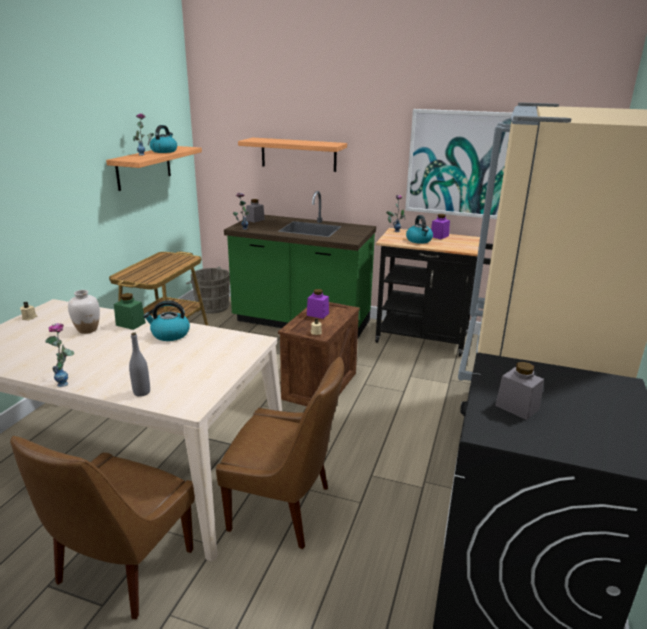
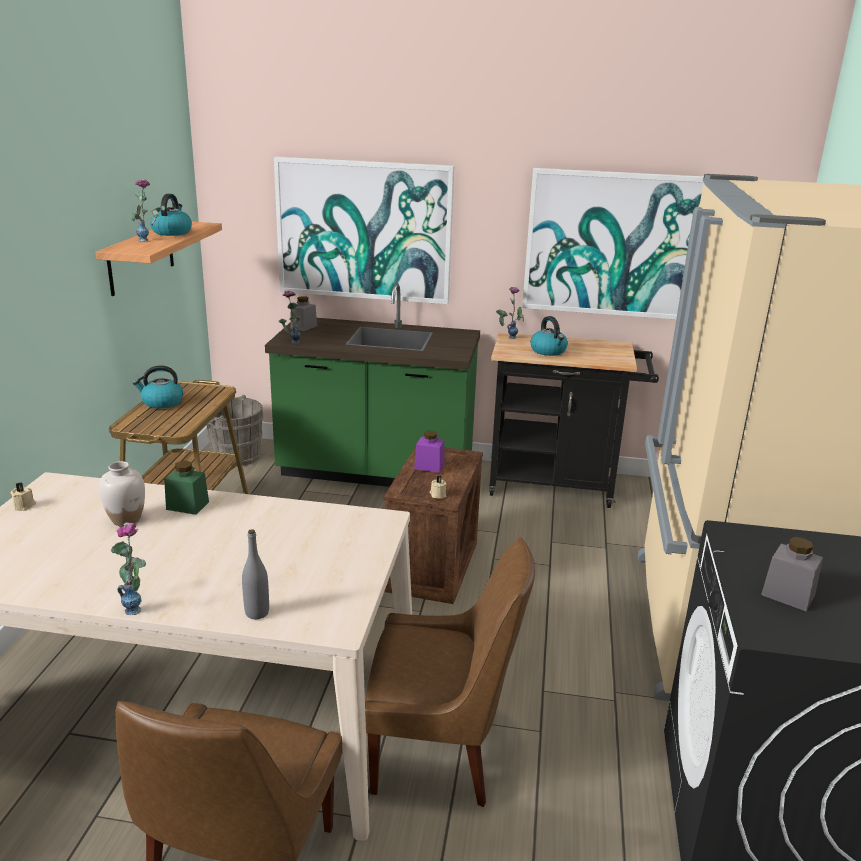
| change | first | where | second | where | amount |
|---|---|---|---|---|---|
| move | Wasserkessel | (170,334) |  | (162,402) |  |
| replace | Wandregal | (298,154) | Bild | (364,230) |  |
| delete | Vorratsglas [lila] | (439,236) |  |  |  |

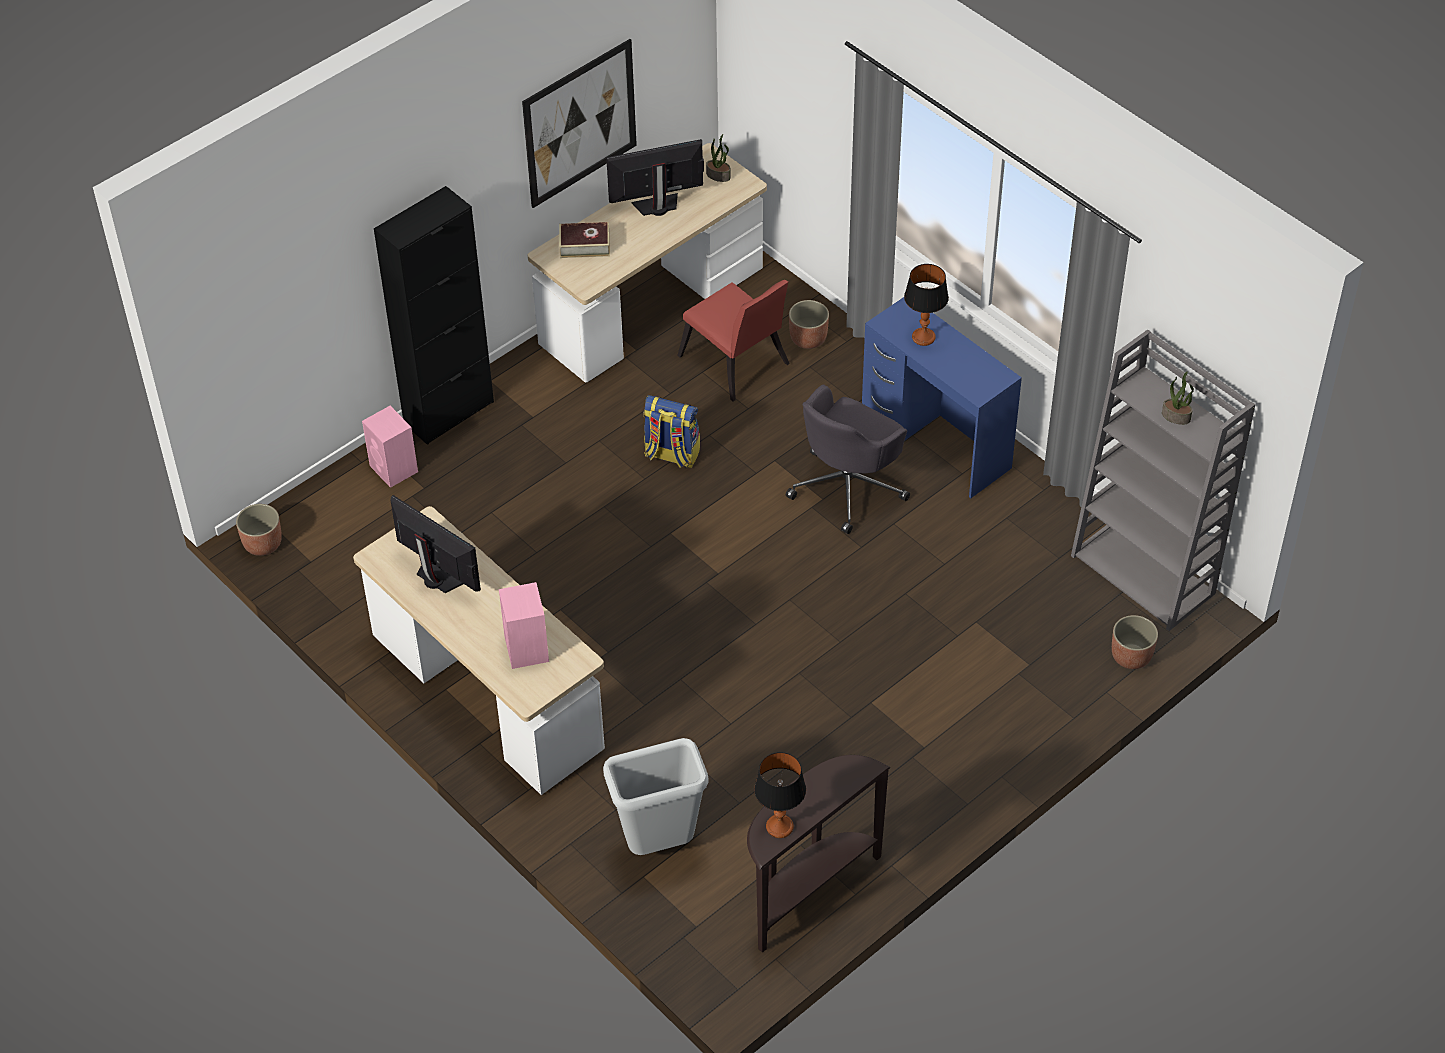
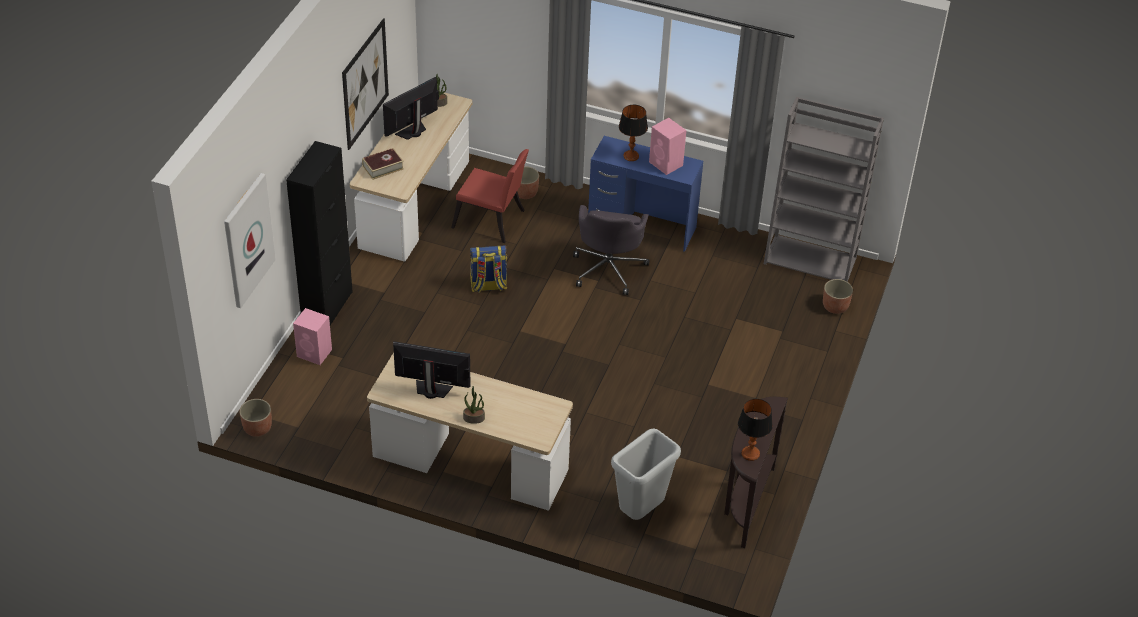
| change | first | where | second | where | amount |
|---|---|---|---|---|---|
| insert |  |  | Bild | (247,240) |  |
| move | Topfpflanze | (1176,416) |  | (474,418) |  |
| move | Lautsprecher [rosa] | (527,650) |  | (666,164) |  |

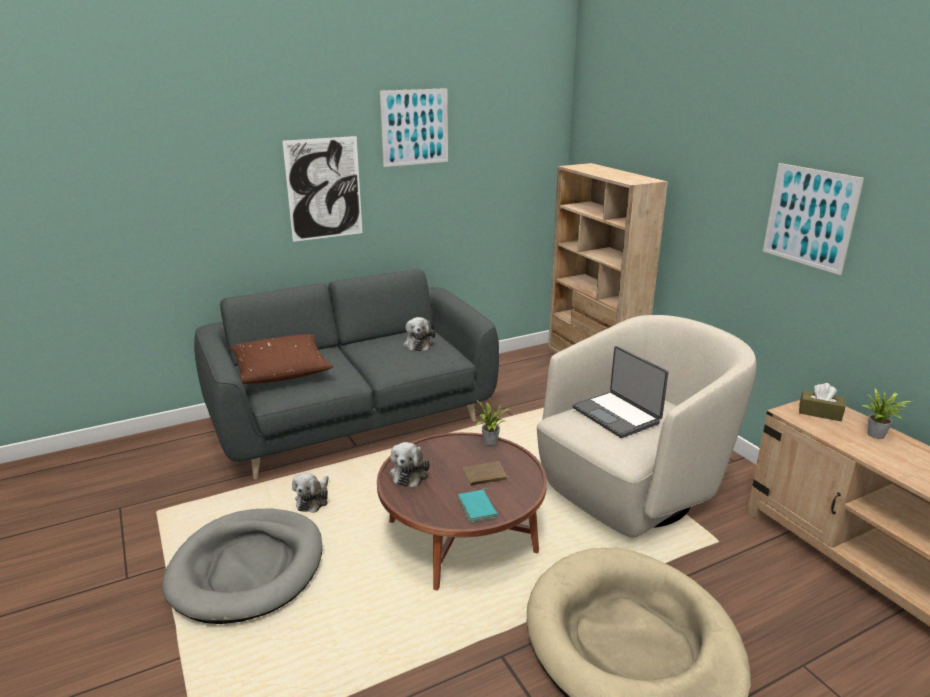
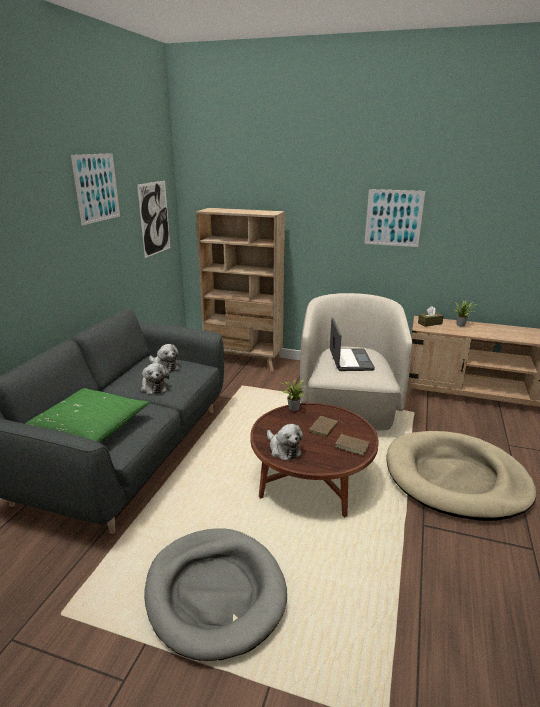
| change | first | where | second | where | amount |
|---|---|---|---|---|---|
| recolor | Kissen [braun] | (281,371) | Kissen [grün] | (90,427) |  |
| move | Bild | (324,189) |  | (154,218) |  |
| move | Plüschtier | (313,500) |  | (153,387) |  |
| rotate | Laptop | (617,415) |  | (349,360) | 105 degrees counterclockwise |
| recolor | Buch [türkis] | (478,507) | Buch [braun] | (352,445) |  |

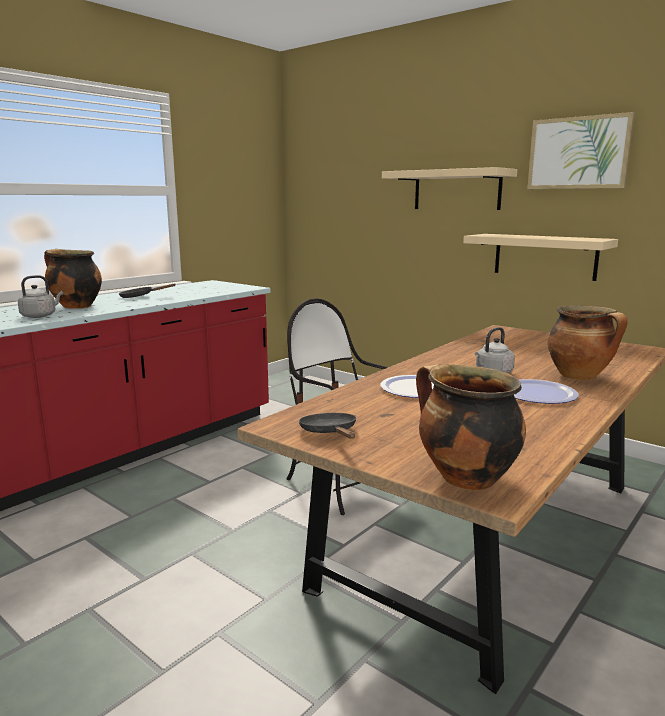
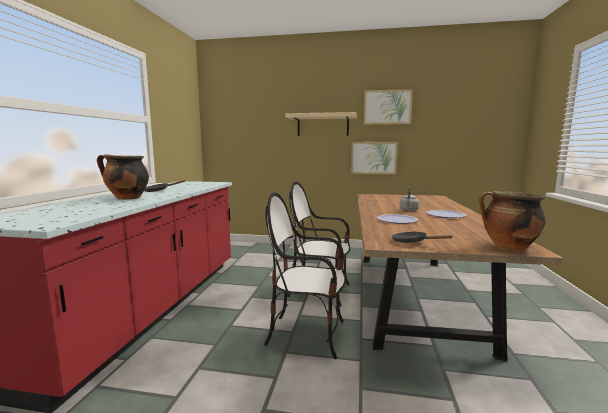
| change | first | where | second | where | amount |
|---|---|---|---|---|---|
| insert |  |  | Stuhl | (307,334) |  |
| replace | Wandregal [beige] | (544,256) | Bild | (373,158) |  |
| delete | Wasserkessel [grau] | (40,316) |  |  |  |
| delete | Kochtopf | (580,376) |  |  |  |

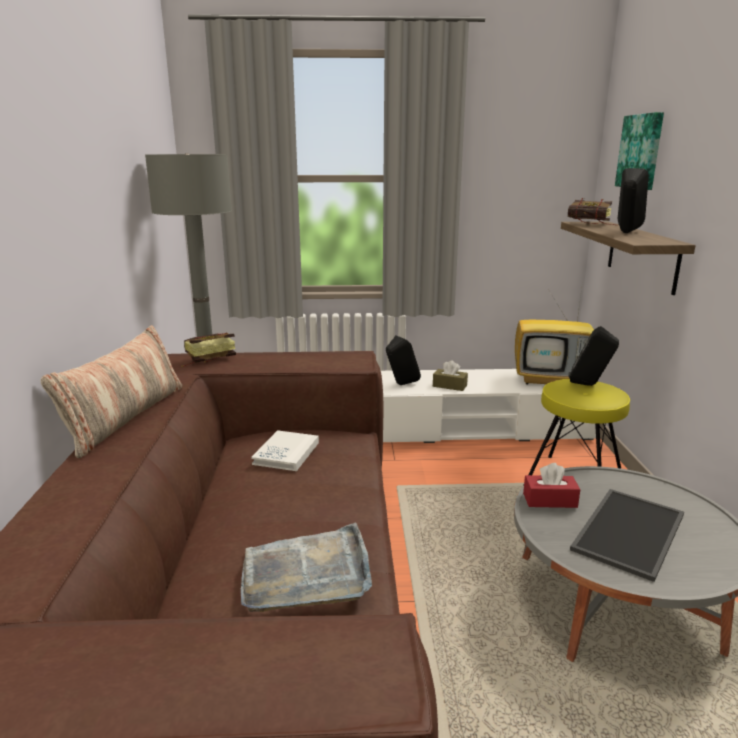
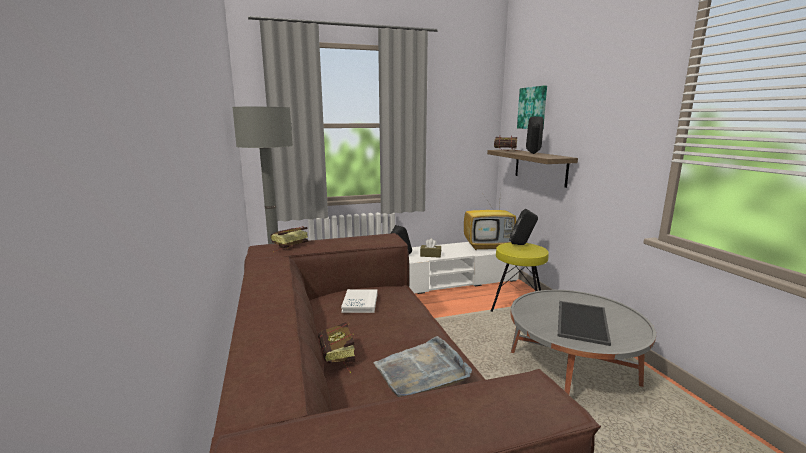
| change | first | where | second | where | amount |
|---|---|---|---|---|---|
| insert |  |  | Buch | (338,359) |  |
| delete | Kissen | (125,417) |  |  |  |
| delete | Taschentuchbox [rot] | (550,500) |  |  |  |

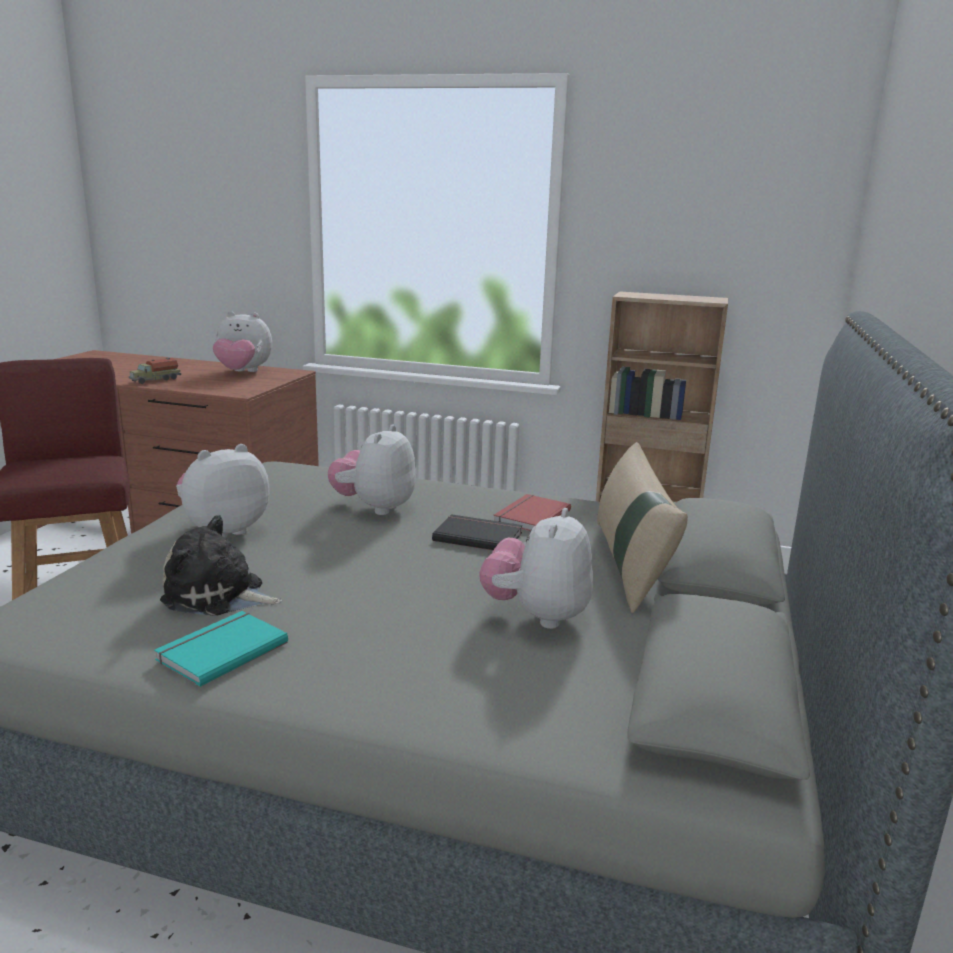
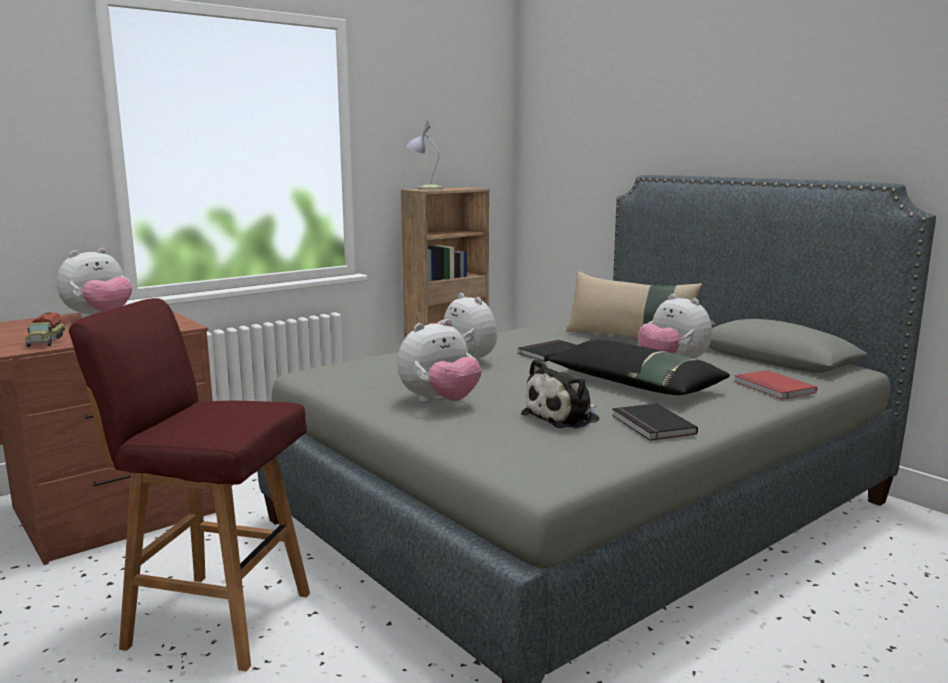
| change | first | where | second | where | amount |
|---|---|---|---|---|---|
| rotate | Plüschtier | (224,530) |  | (440,402) | 120 degrees counterclockwise |
| insert |  |  | Tischlampe | (424,189) |  |
| insert |  |  | Kissen [schwarz] | (634,384) |  |
| recolor | Buch [türkis] | (220,650) | Buch [schwarz] | (651,425) |  |
| move | Buch [rot] | (530,516) |  | (772,388) |  |

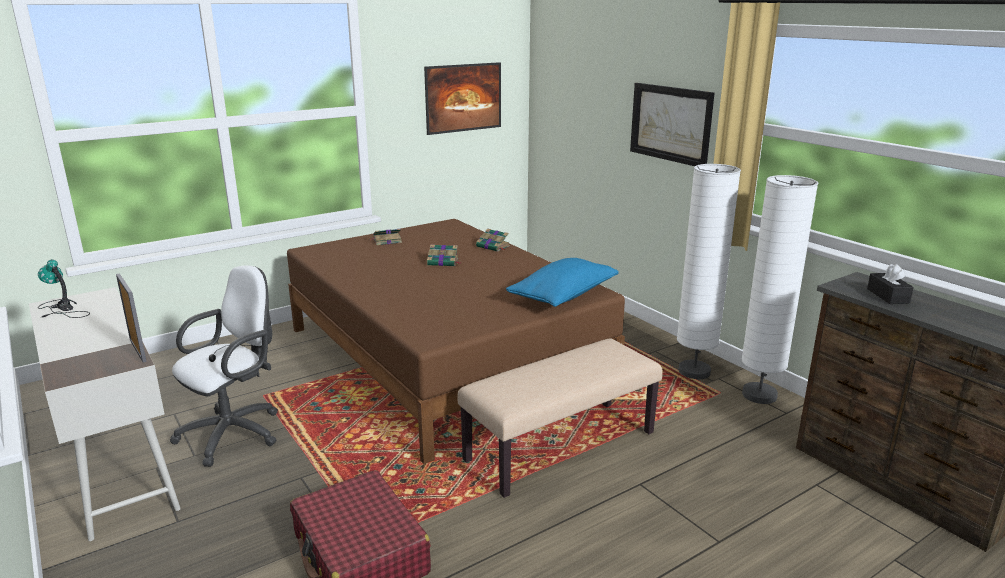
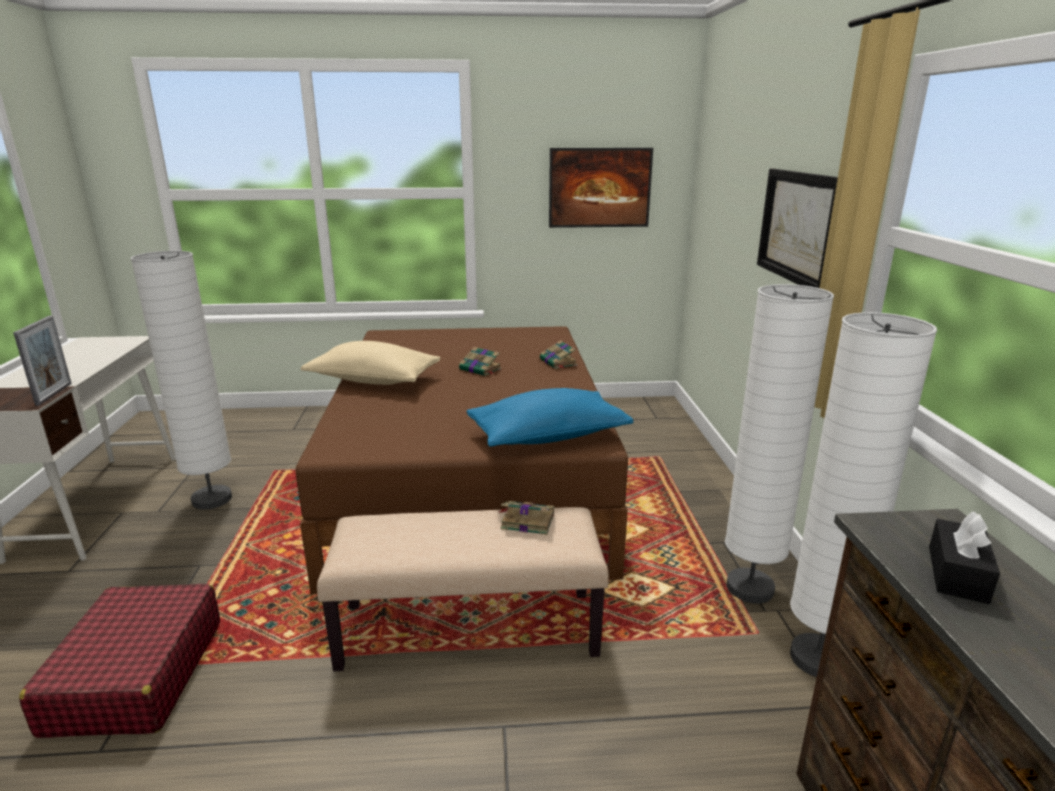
| change | first | where | second | where | amount |
|---|---|---|---|---|---|
| replace | Bürostuhl [weiß] | (236,432) | Stehlampe [weiß] | (212,499) |  |
| insert |  |  | Kissen [beige] | (373,380) |  |
| move | Buch | (386,241) |  | (526,521) |  |
| delete | Tischlampe | (62,309) |  |  |  |

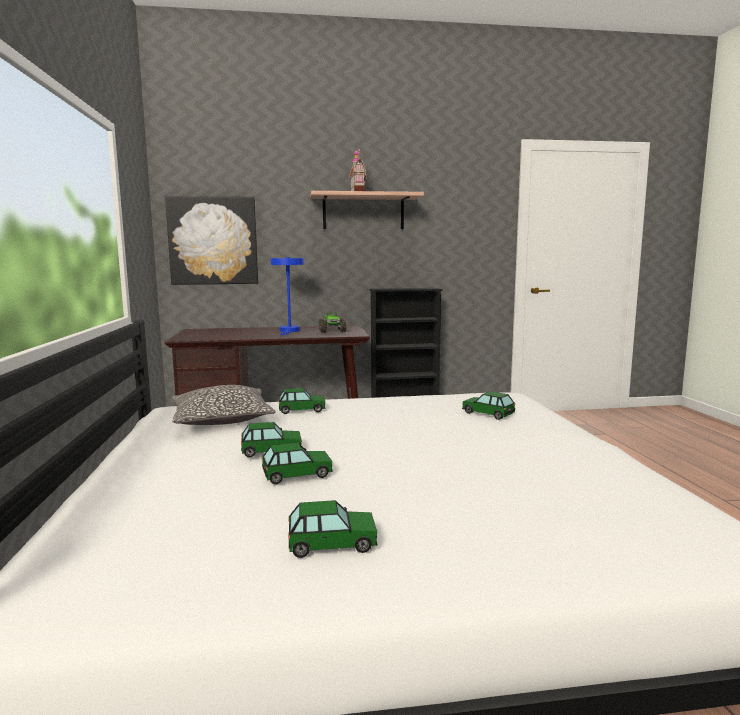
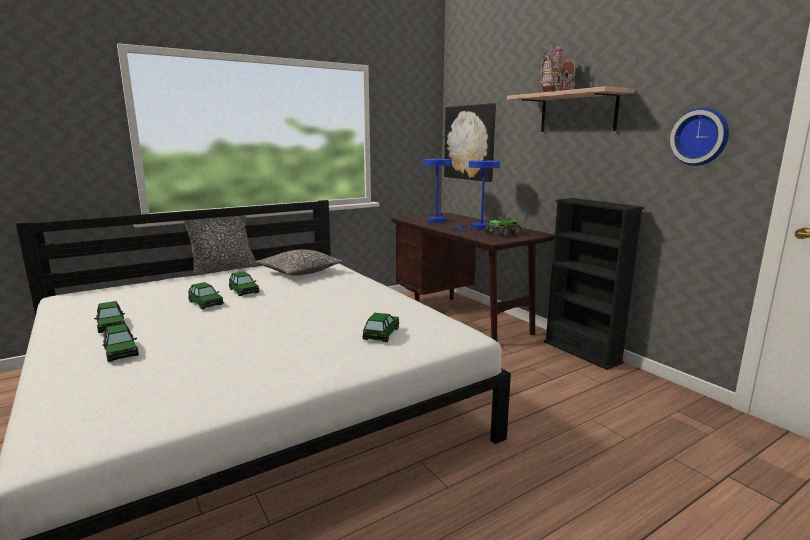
| change | first | where | second | where | amount |
|---|---|---|---|---|---|
| move | Spielzeugauto | (302,409) |  | (121,352) |  |
| insert |  |  | Kissen | (223,269) |  |
| insert |  |  | Tischlampe [blau] | (436,220) |  |
| insert |  |  | Wanduhr | (701,137) |  |

